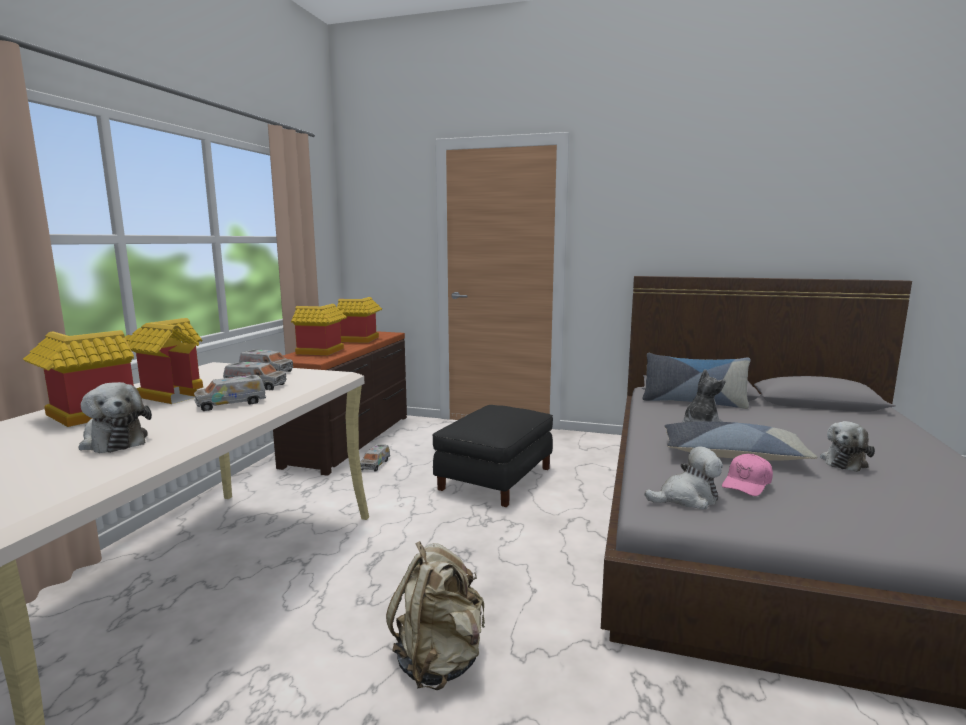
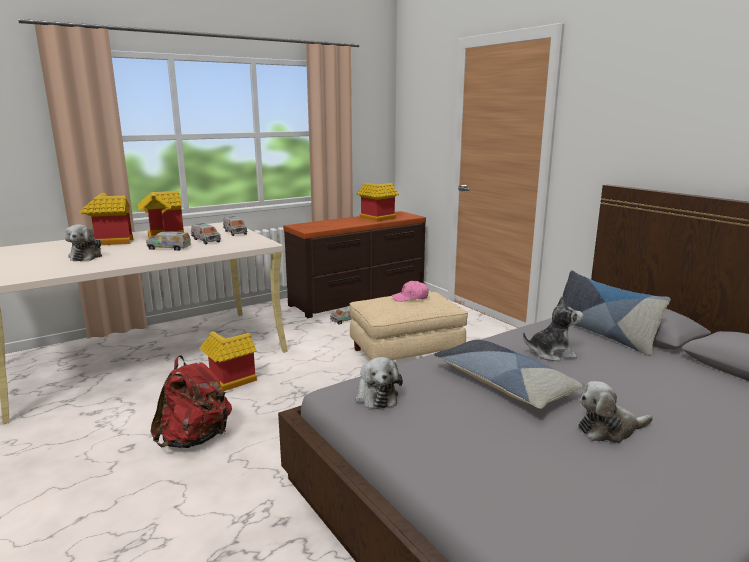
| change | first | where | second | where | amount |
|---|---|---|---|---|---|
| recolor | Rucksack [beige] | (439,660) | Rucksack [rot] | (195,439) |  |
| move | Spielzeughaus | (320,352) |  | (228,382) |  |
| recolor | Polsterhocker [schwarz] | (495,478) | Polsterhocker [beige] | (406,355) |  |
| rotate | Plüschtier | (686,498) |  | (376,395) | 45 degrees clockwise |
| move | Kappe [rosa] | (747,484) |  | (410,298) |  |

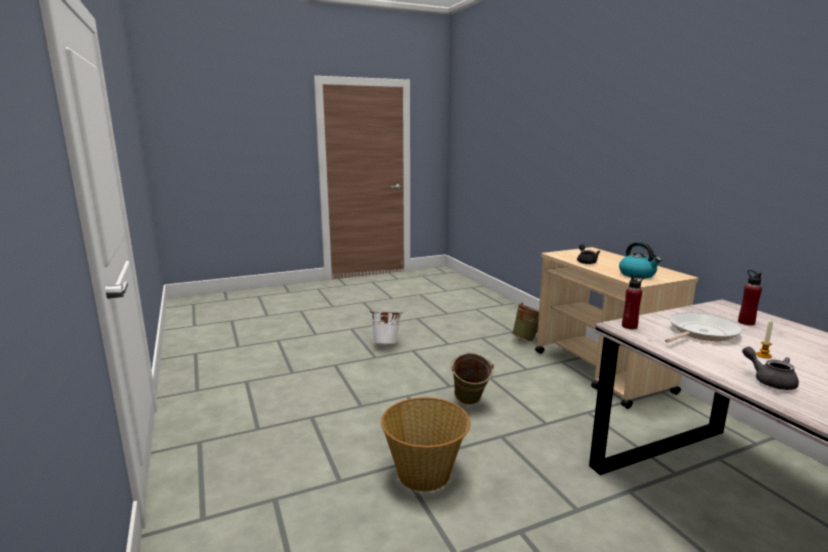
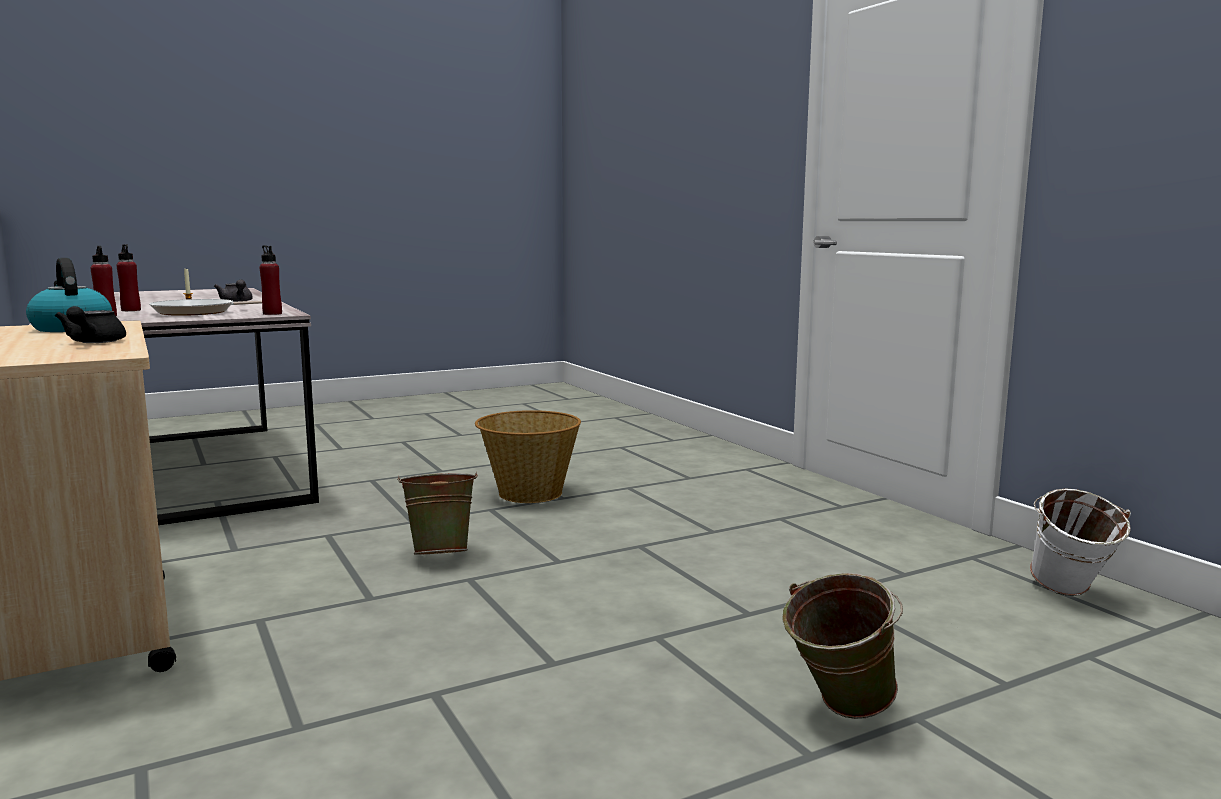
| change | first | where | second | where | amount |
|---|---|---|---|---|---|
| insert |  |  | Flasche [rot] | (131,310) |  |
| move | Eimer [grün] | (528,339) |  | (838,711) |  |
| move | Eimer [weiß] | (386,344) |  | (1069,594) |  |

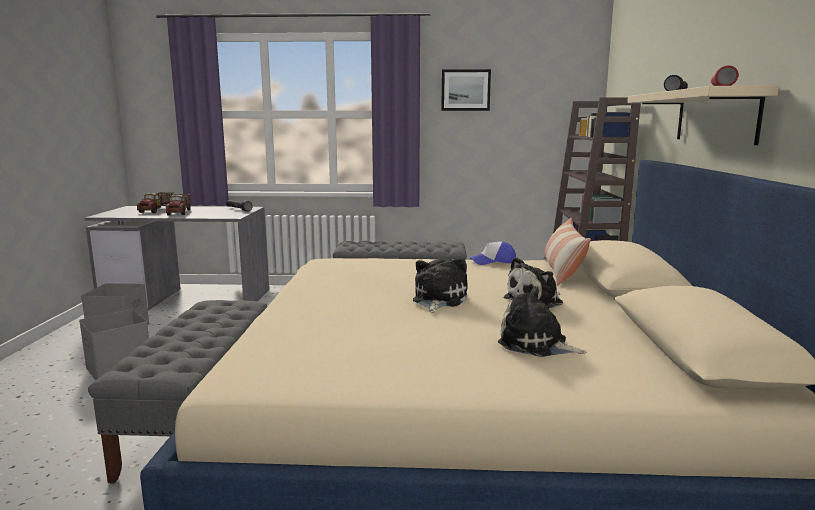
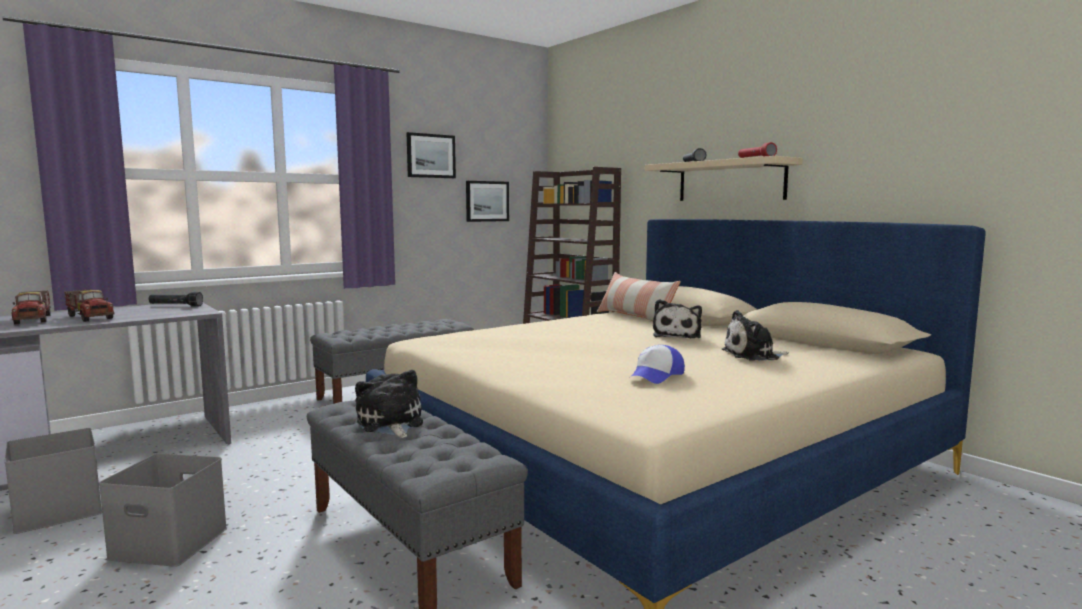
| change | first | where | second | where | amount |
|---|---|---|---|---|---|
| move | Plüschtier | (438,300) |  | (390,424) |  |
| insert |  |  | Bild | (487,201) |  |
| move | Kappe | (493,261) |  | (656,376) |  |

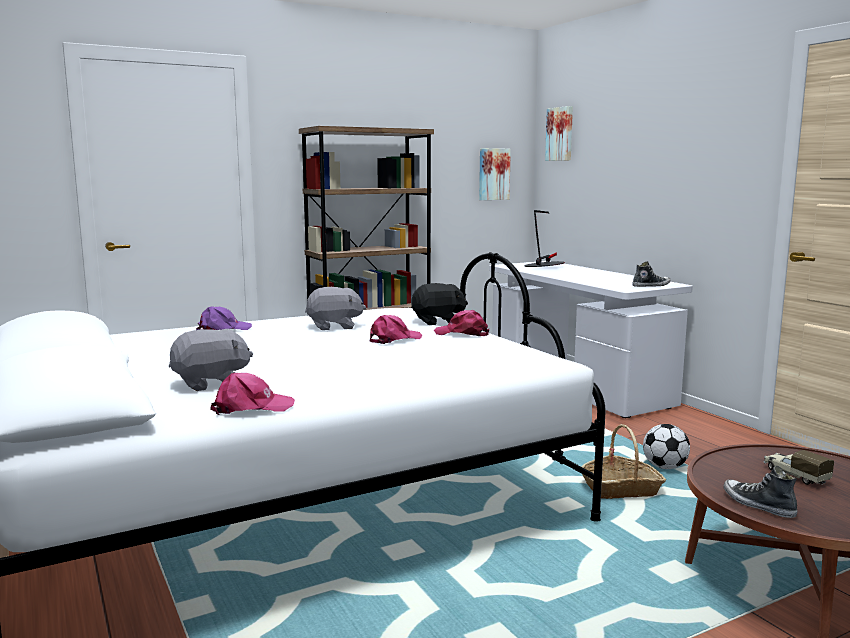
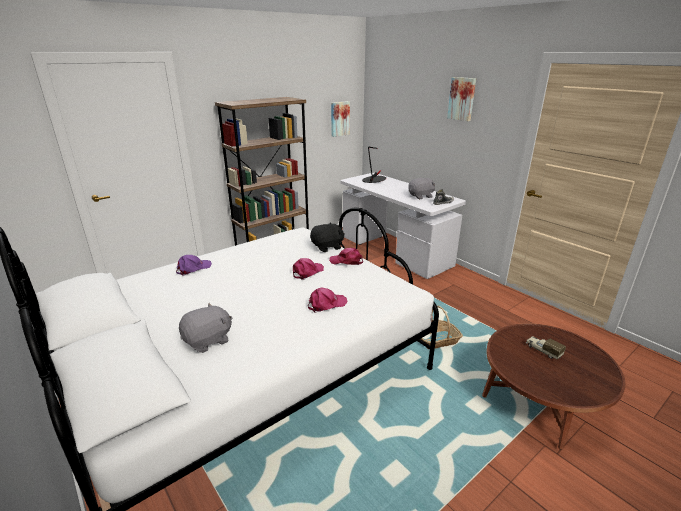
| change | first | where | second | where | amount |
|---|---|---|---|---|---|
| move | Kappe [rosa] | (251,407) |  | (326,304) |  |
| move | Plüschtier [grau] | (334,326) |  | (421,196) |  |
| move | Bild | (560,134) |  | (462,99) |  |
| delete | Fußball | (664,467) |  |  |  |
| delete | Schuh | (758,505) |  |  |  |

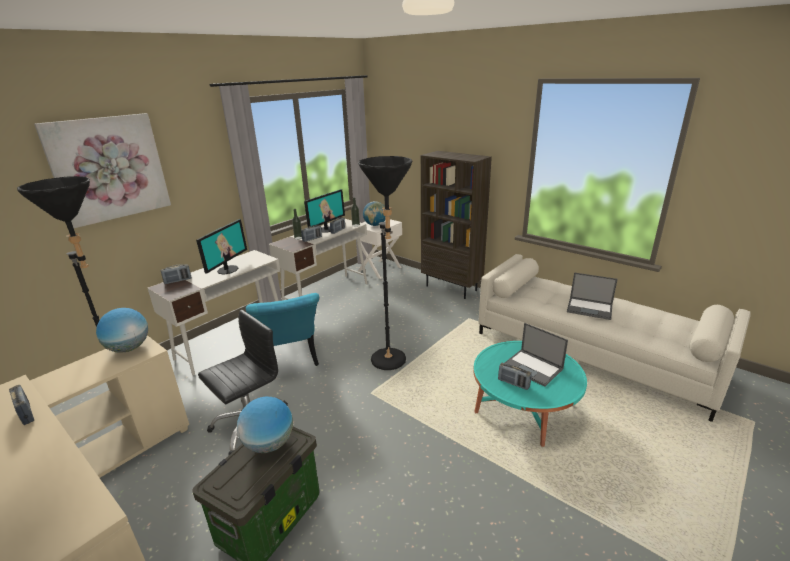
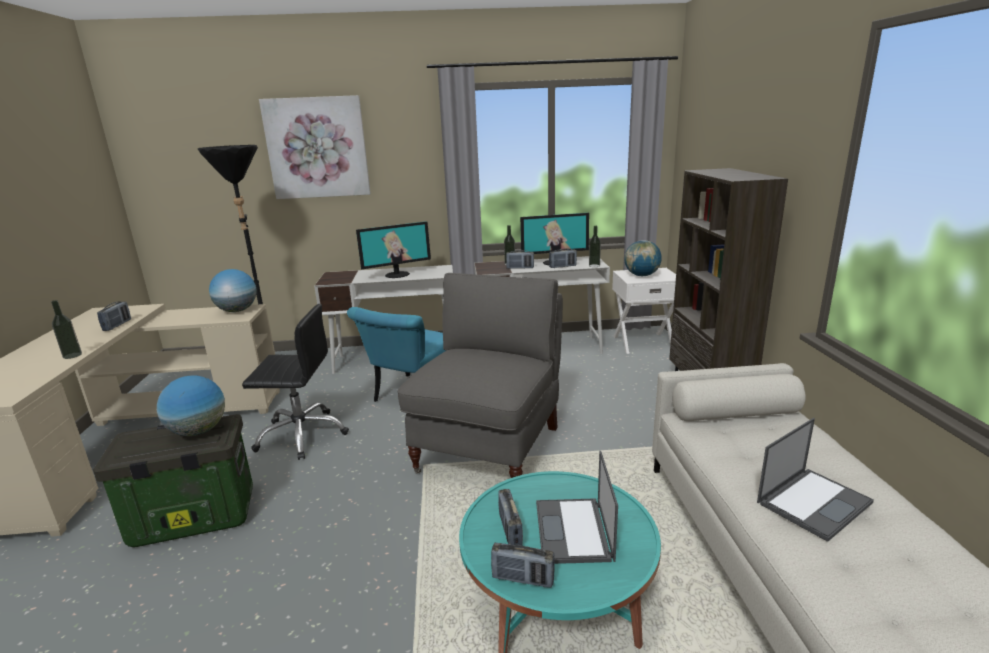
| change | first | where | second | where | amount |
|---|---|---|---|---|---|
| insert |  |  | Flasche | (72,355) |  |
| replace | Stehlampe [schwarz] | (391,364) | Sessel [grau] | (490,448) |  |
| move | Radio | (178,281) |  | (523,579) |  |
| rotate | Laptop | (590,308) |  | (814,502) | 105 degrees counterclockwise |

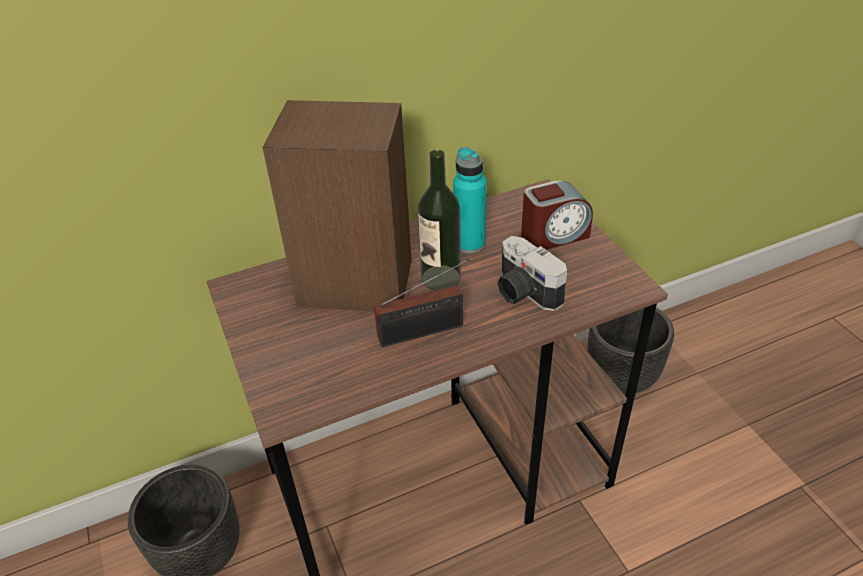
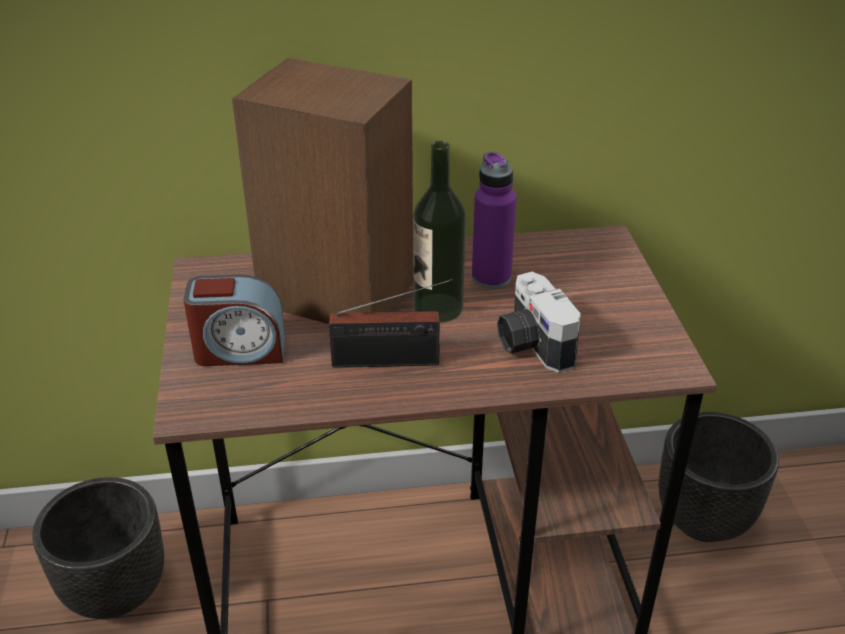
| change | first | where | second | where | amount |
|---|---|---|---|---|---|
| move | Wecker | (554,236) |  | (240,350) |  |
| recolor | Flasche [türkis] | (469,243) | Flasche [lila] | (491,278) |  |

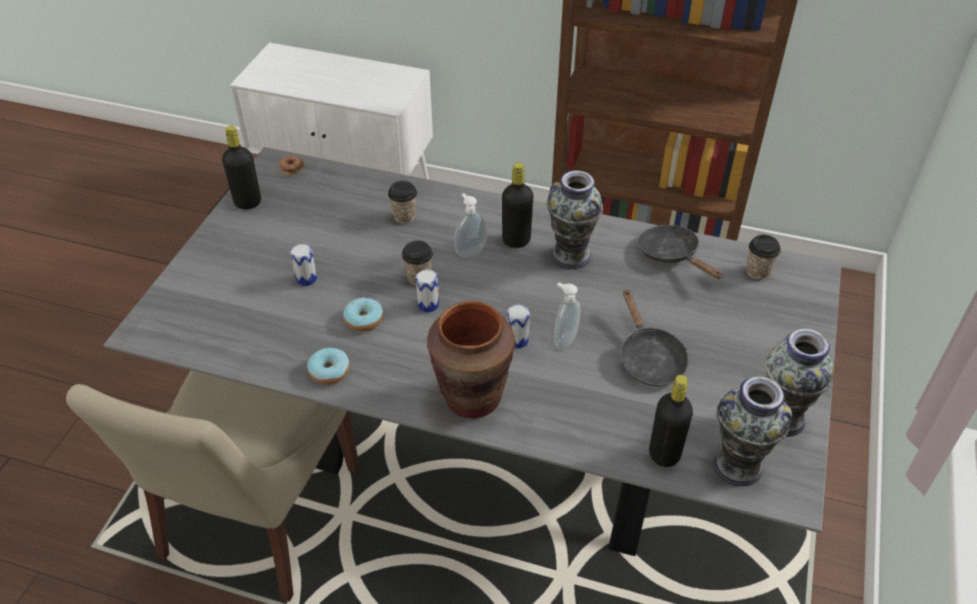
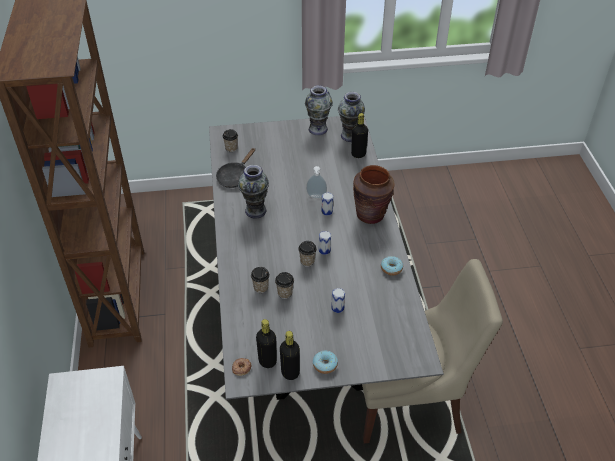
| change | first | where | second | where | amount |
|---|---|---|---|---|---|
| move | Flasche [schwarz] | (516,240) |  | (267,361) |  |
| insert |  |  | Tasse | (285,293) |  |
| move | Donut | (364,320) |  | (325,365) |  |
| delete | Seifenspender | (470,251) |  |  |  |
| delete | Pfanne [schwarz] | (649,358) |  |  |  |

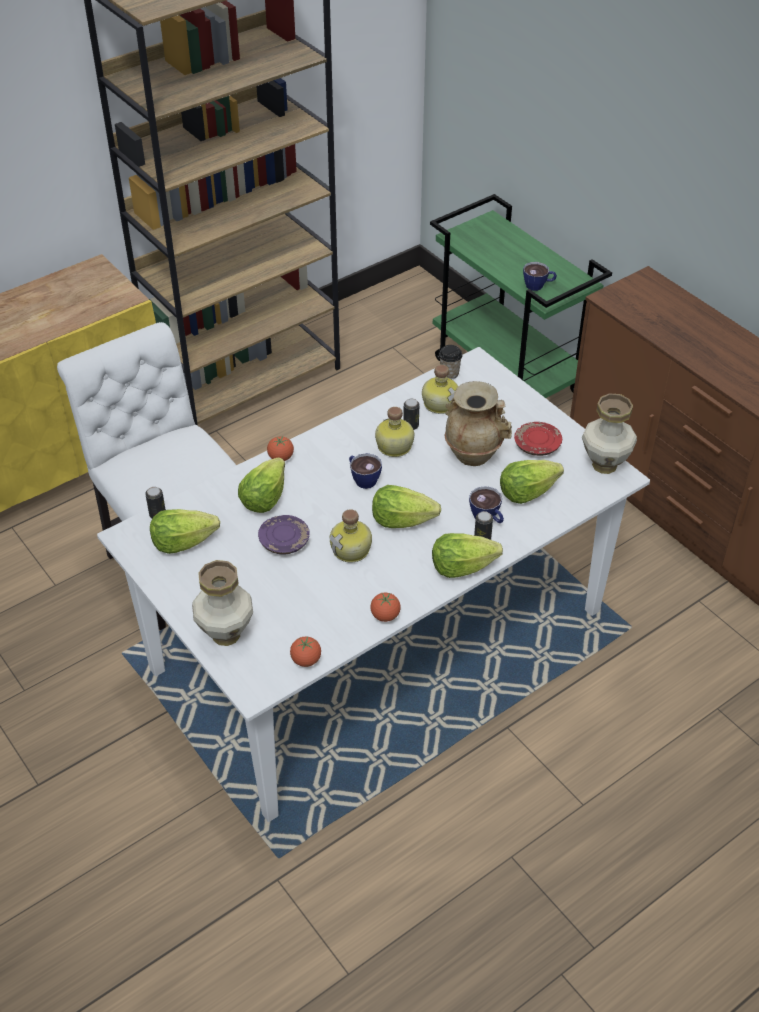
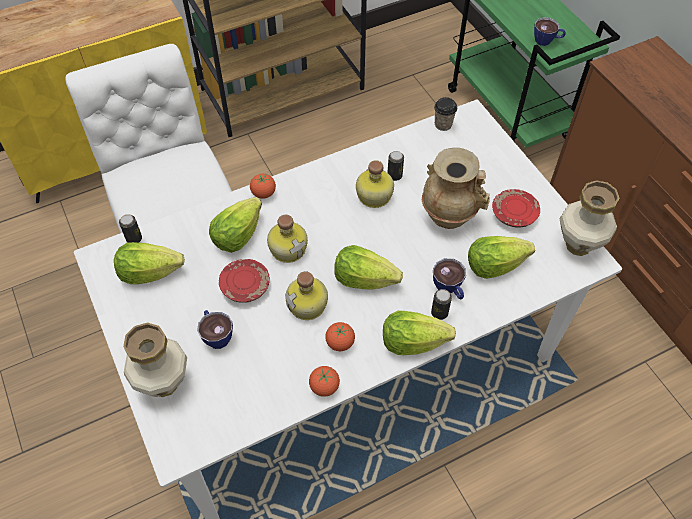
| change | first | where | second | where | amount |
|---|---|---|---|---|---|
| move | Tasse | (362,479) |  | (216,335) |  |
| recolor | Teller [lila] | (284,541) | Teller [rot] | (245,286) |  |
| move | Flasche | (440,403) |  | (288,248) |  |
| move | Tomate | (306,660) |  | (340,343) |  |

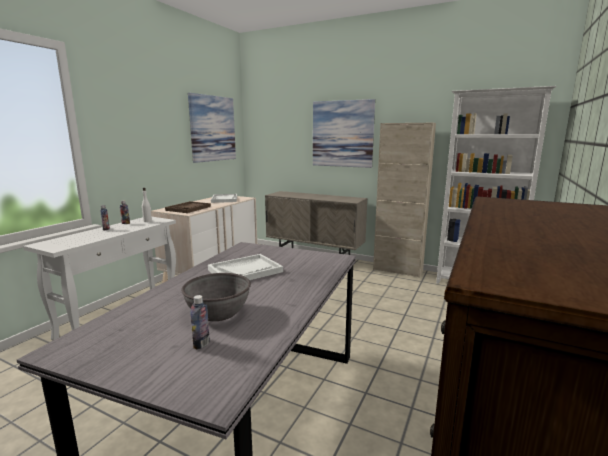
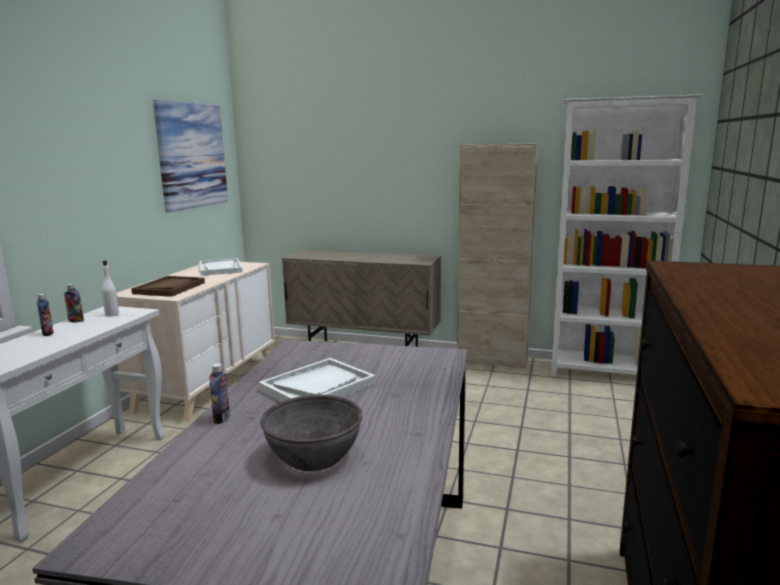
| change | first | where | second | where | amount |
|---|---|---|---|---|---|
| move | Flasche | (201,344) |  | (221,419) |  |
| delete | Bild | (342,134) |  |  |  |

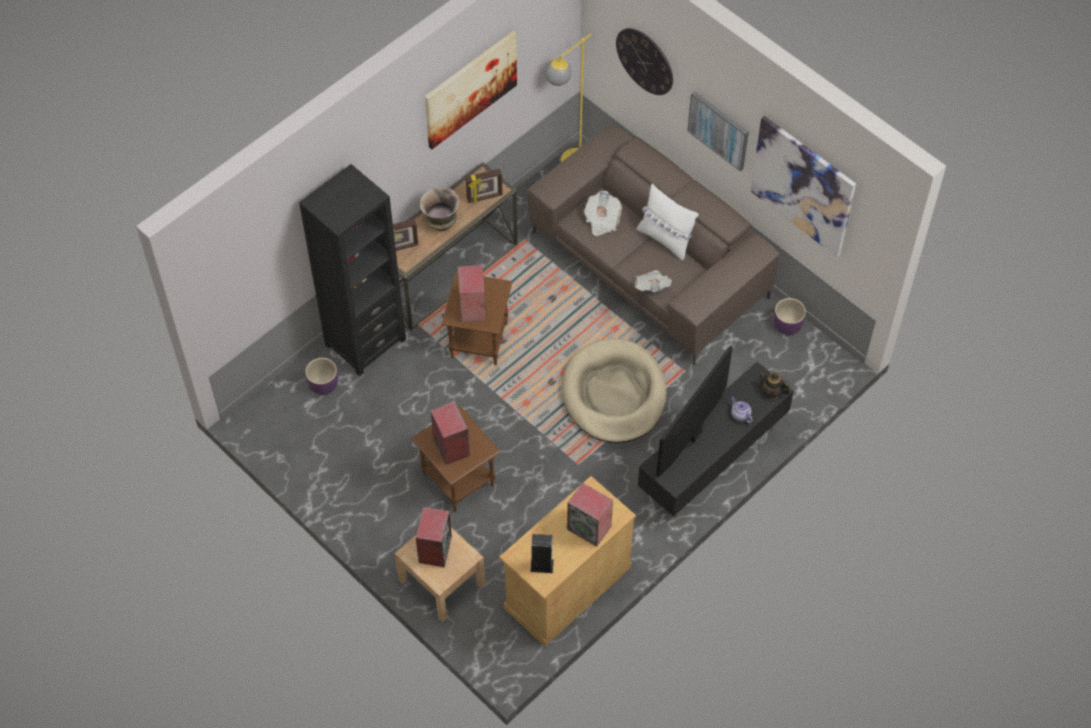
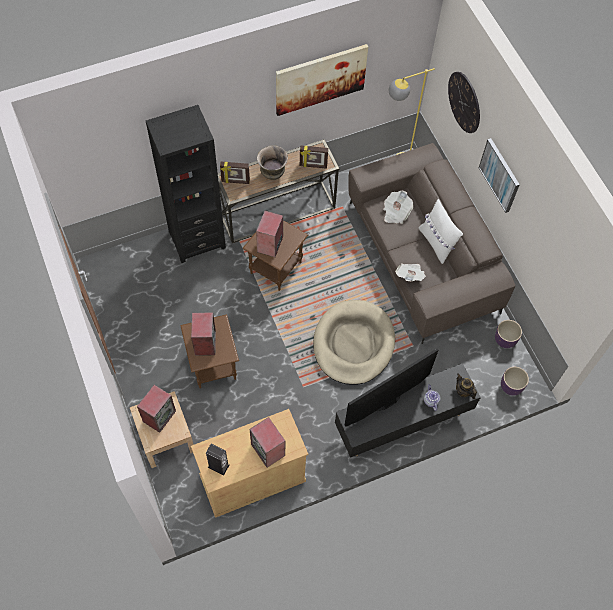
| change | first | where | second | where | amount |
|---|---|---|---|---|---|
| move | Pflanzkübel [lila] | (324,385) |  | (511,386) |  |
| delete | Bild | (802,186) |  |  |  |

